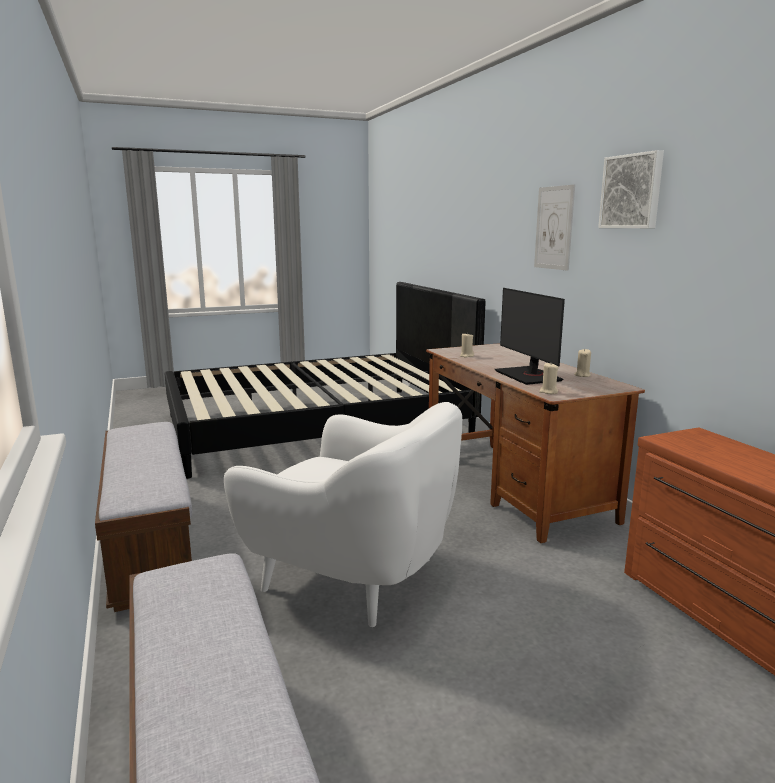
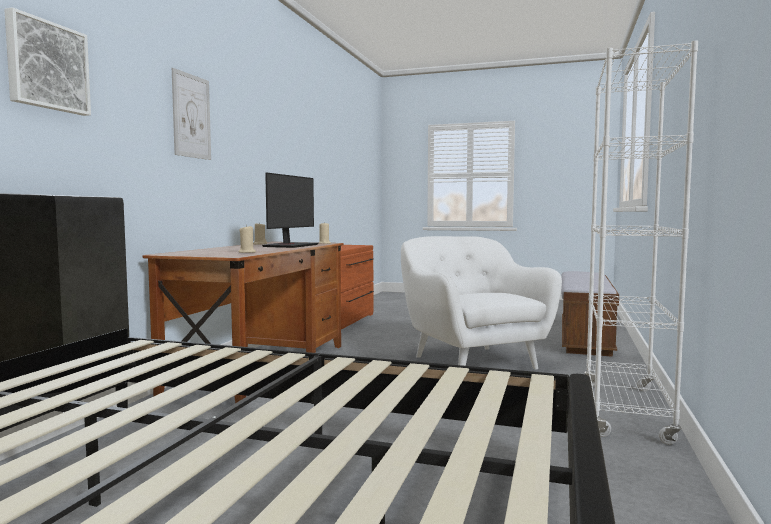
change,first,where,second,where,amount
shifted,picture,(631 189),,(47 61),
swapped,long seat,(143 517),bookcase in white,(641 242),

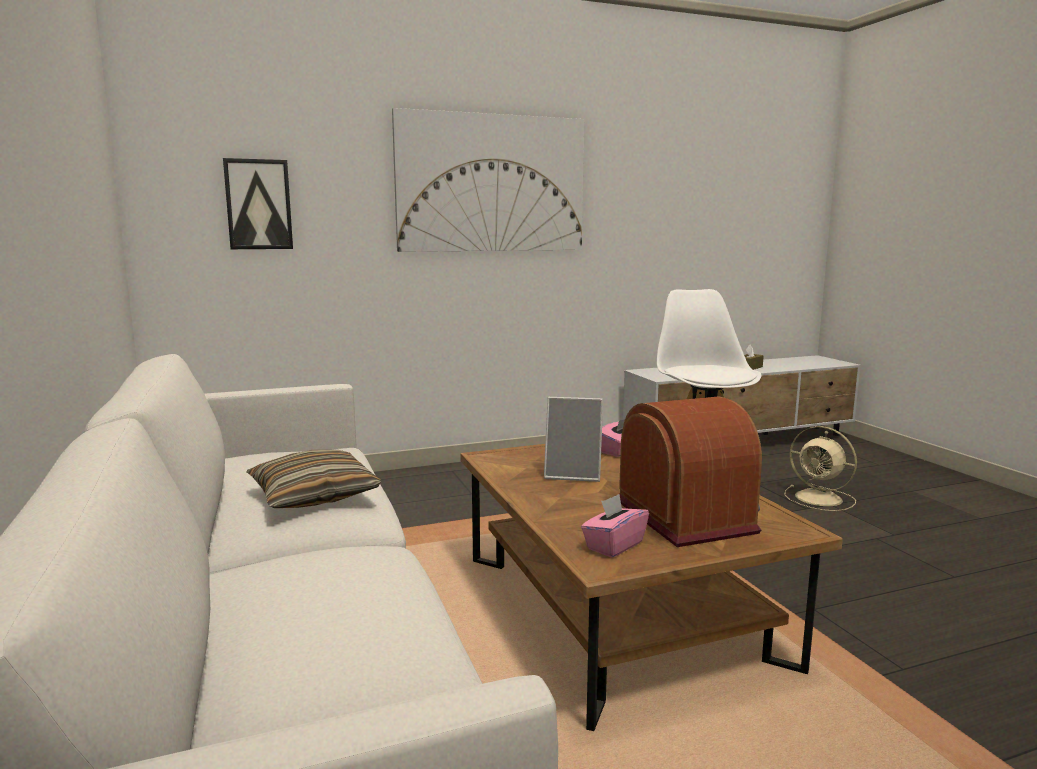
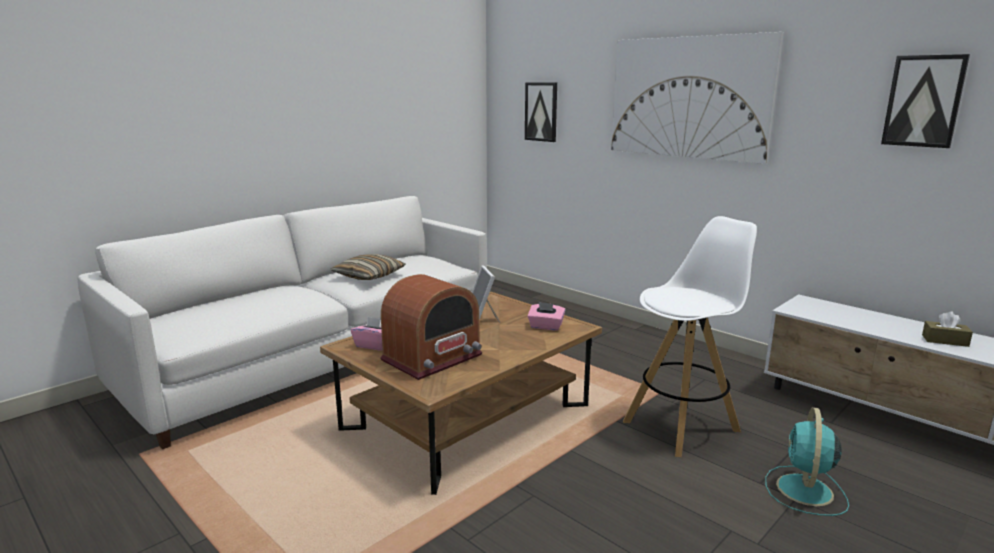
change,first,where,second,where,amount
new,,,picture,(925 101),
repainted,fan in beige-coloured,(821 468),fan in turquoise,(807 461),

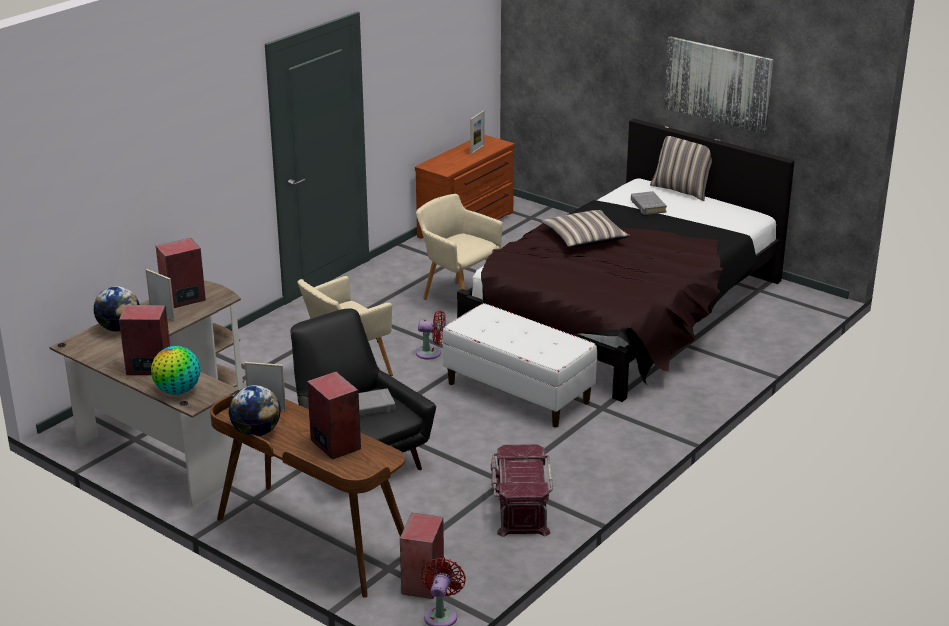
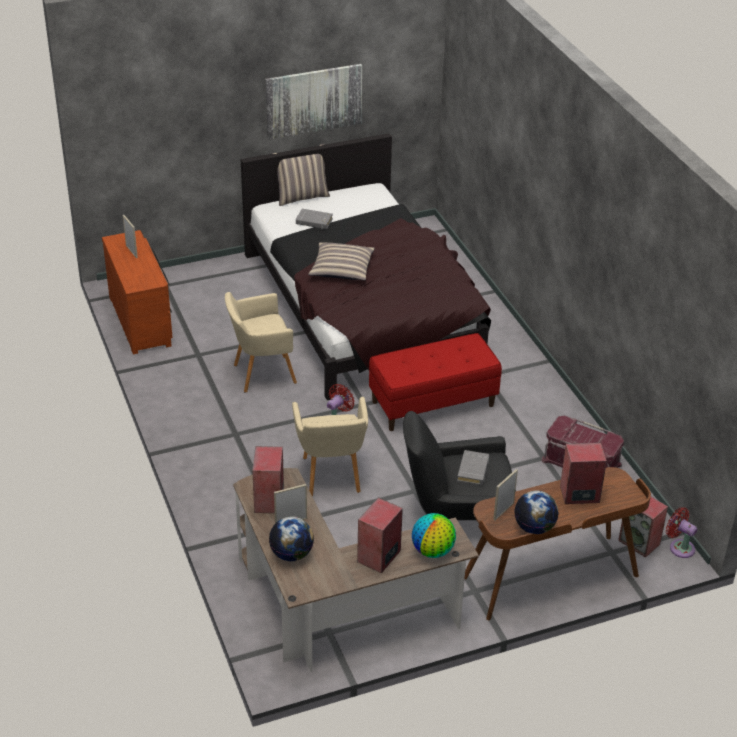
change,first,where,second,where,amount
repainted,long seat in white,(519 365),long seat in red,(435 382),

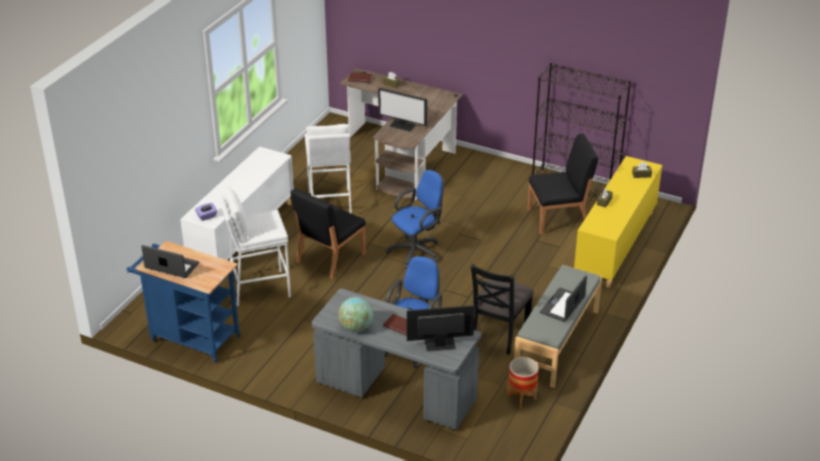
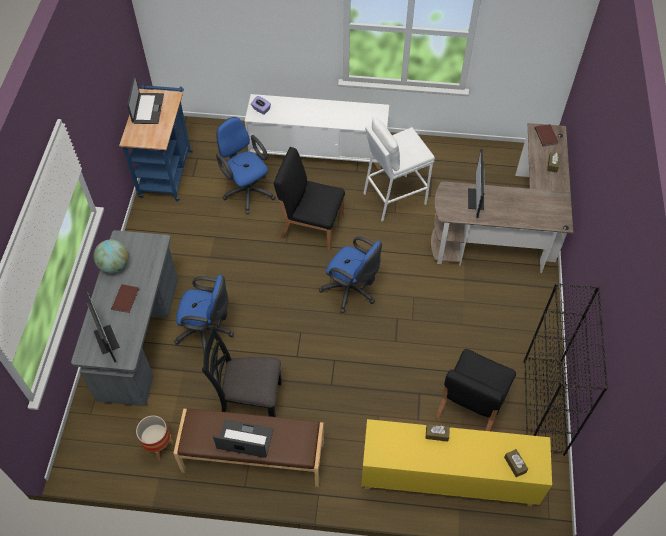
change,first,where,second,where,amount
swapped,stool seat in white,(254 246),computer chair in blue,(245 165),
repainted,long seat in greyish,(558 326),long seat in brown-coloured,(248 448),
rotated,plain chair in blackish,(563 184),,(476 390),60 degrees clockwise

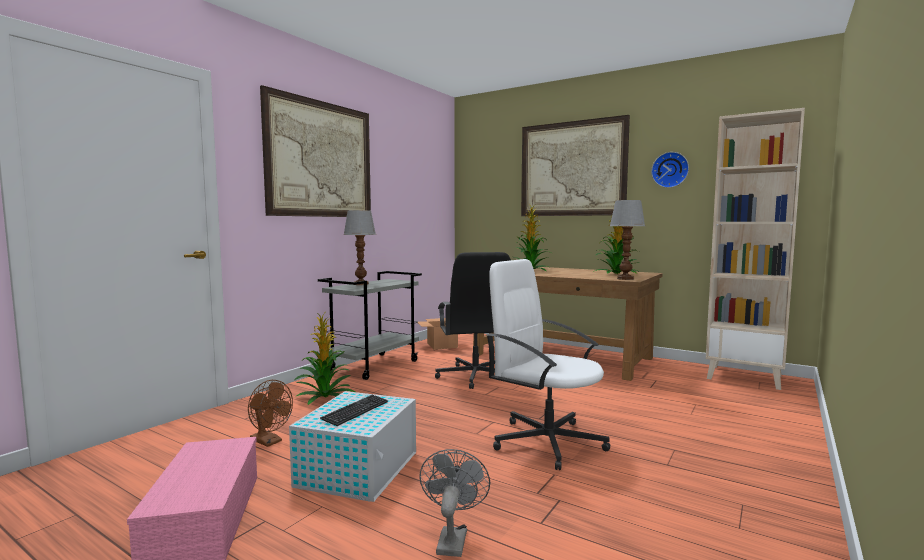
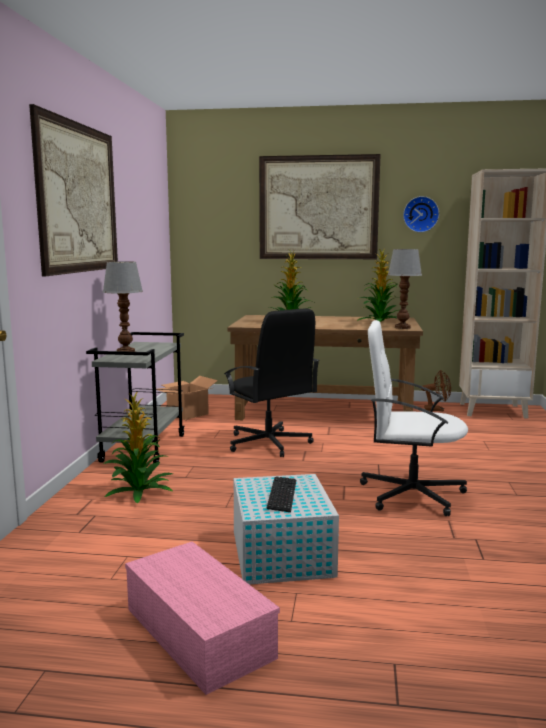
change,first,where,second,where,amount
gone,fan in greyish,(454 503),,,
shifted,fan in brown-coloured,(270 413),,(436 390),

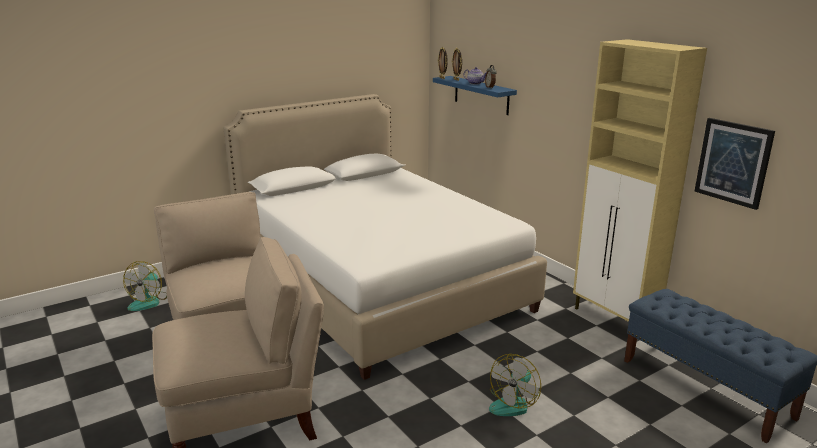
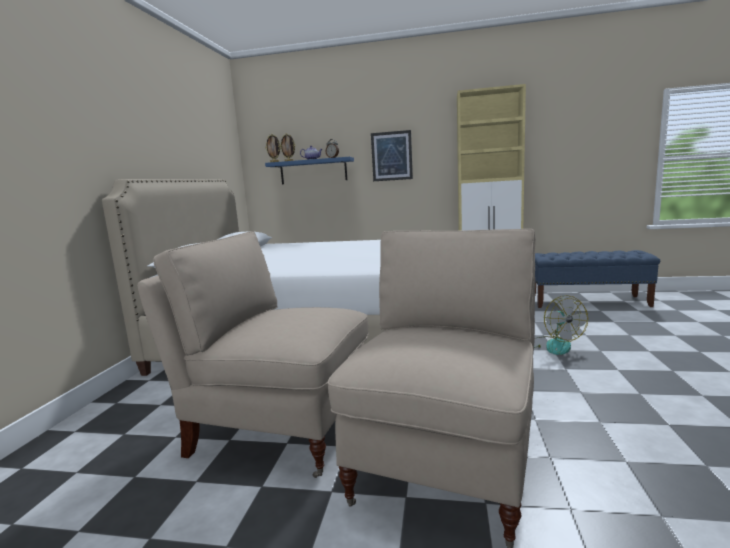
change,first,where,second,where,amount
gone,fan,(145 286),,,
shifted,picture,(735 164),,(392 155),

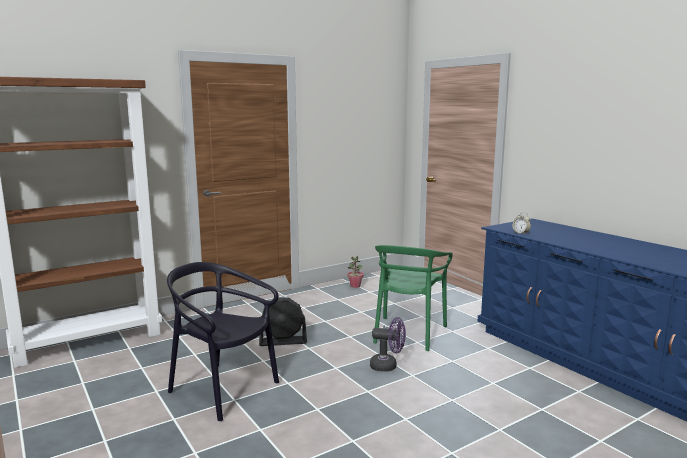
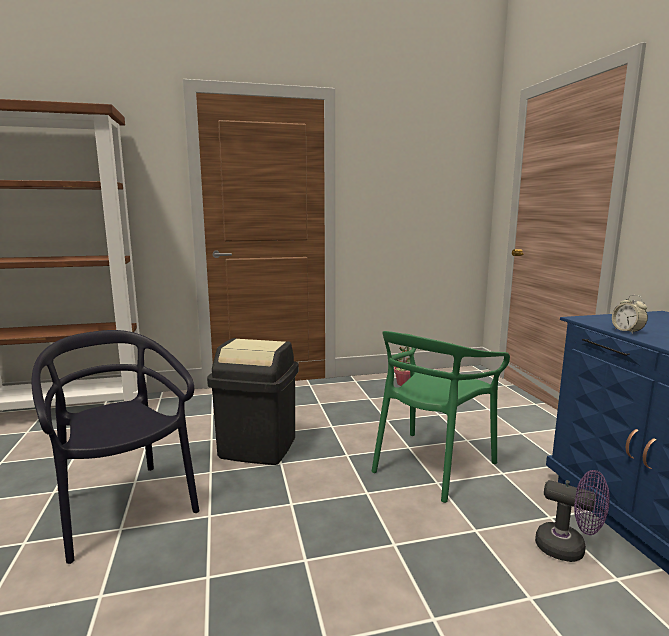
change,first,where,second,where,amount
shifted,fan in purplish,(388 344),,(572 516),
swapped,fan in blackish,(283 321),trash can in blackish,(253 401),

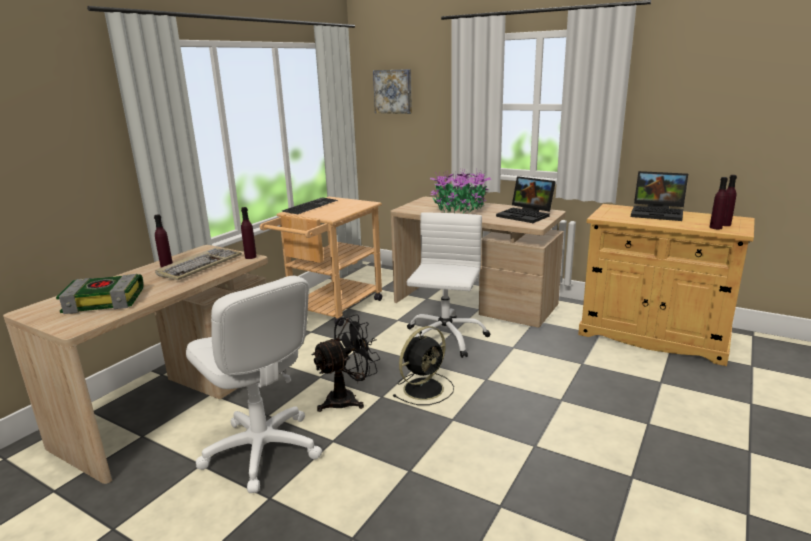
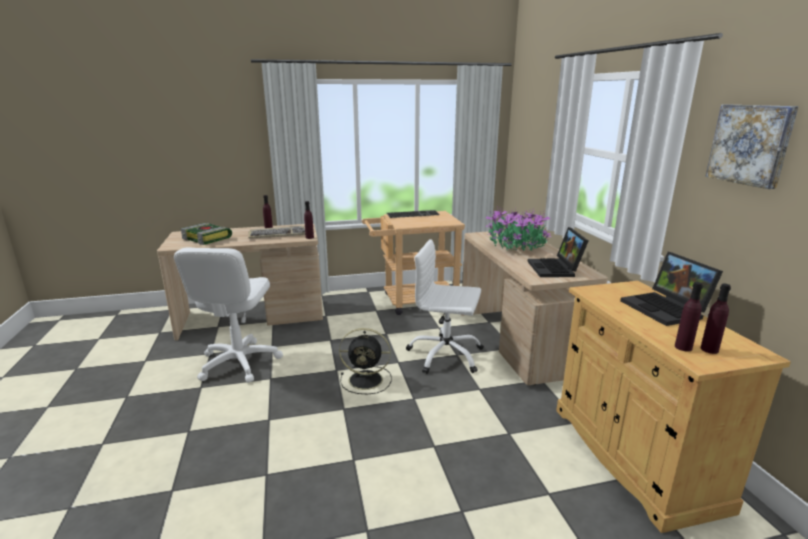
change,first,where,second,where,amount
gone,fan in blackish,(346 363),,,
shifted,picture,(392 91),,(752 146),
rotated,computer chair in white,(448 285),,(445 306),135 degrees counterclockwise

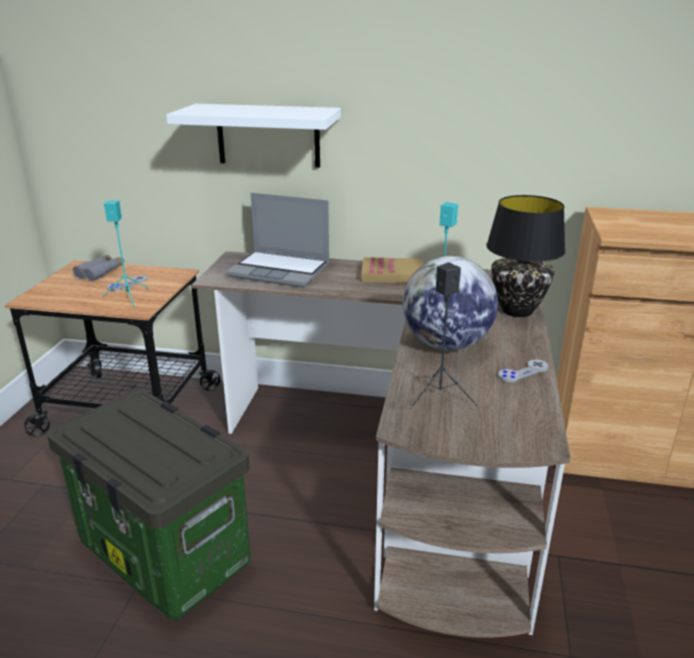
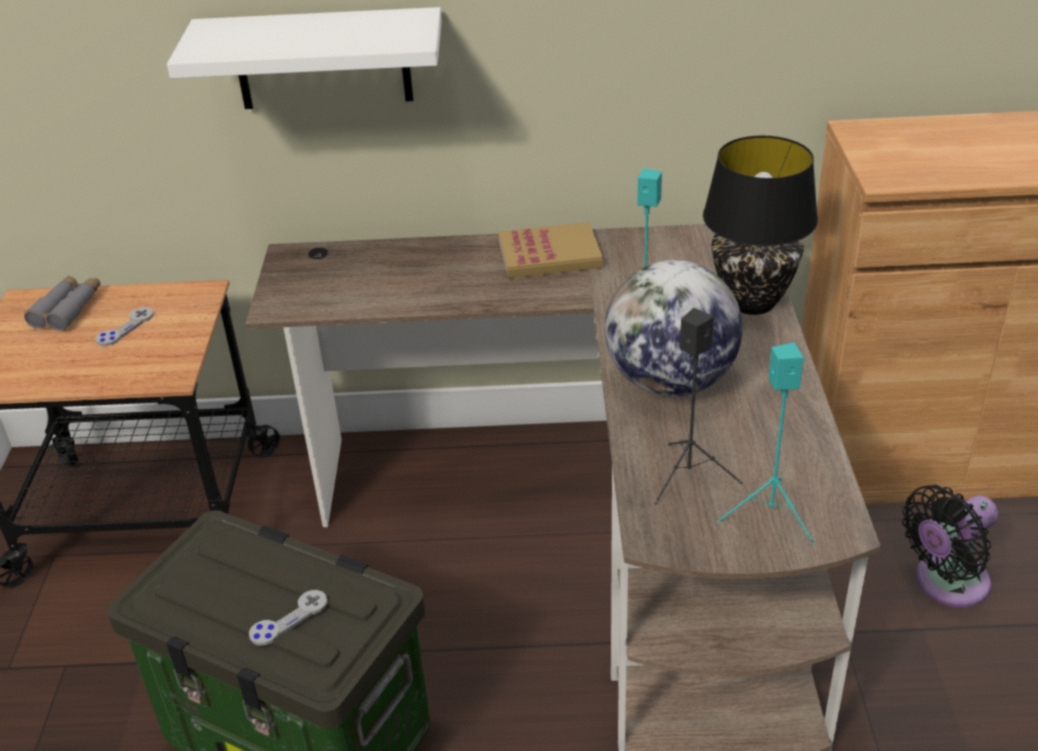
change,first,where,second,where,amount
gone,portable computer,(278 240),,,
new,,,fan in blackish,(950 546),
shifted,speaker in turquoise,(125 254),,(765 443),
shifted,joypad in greyish,(523 370),,(288 618),

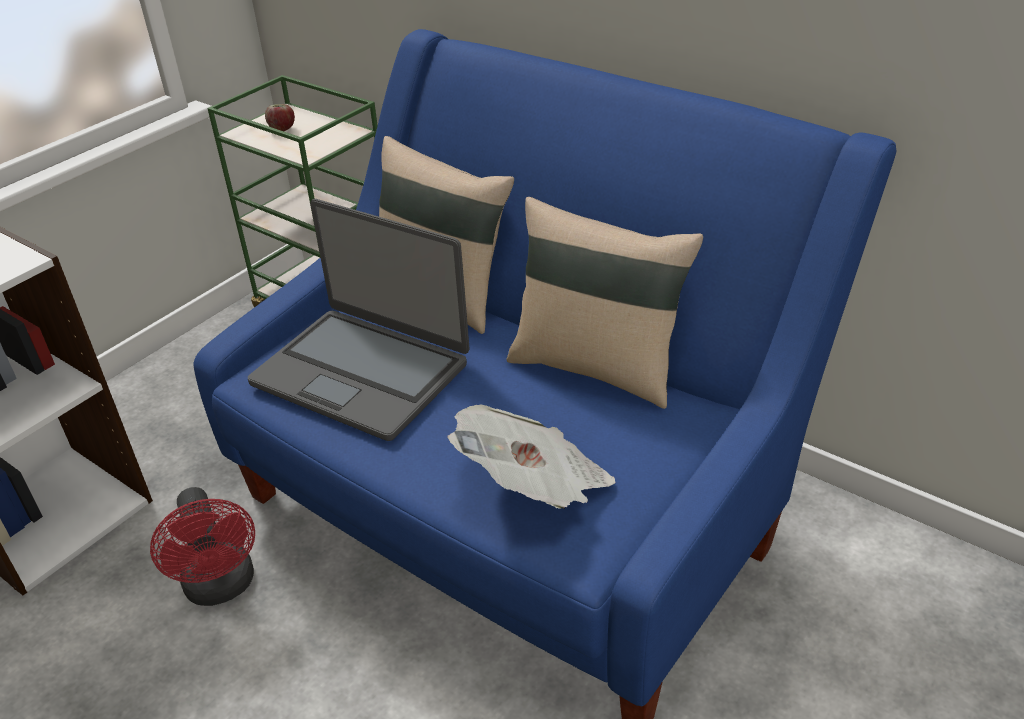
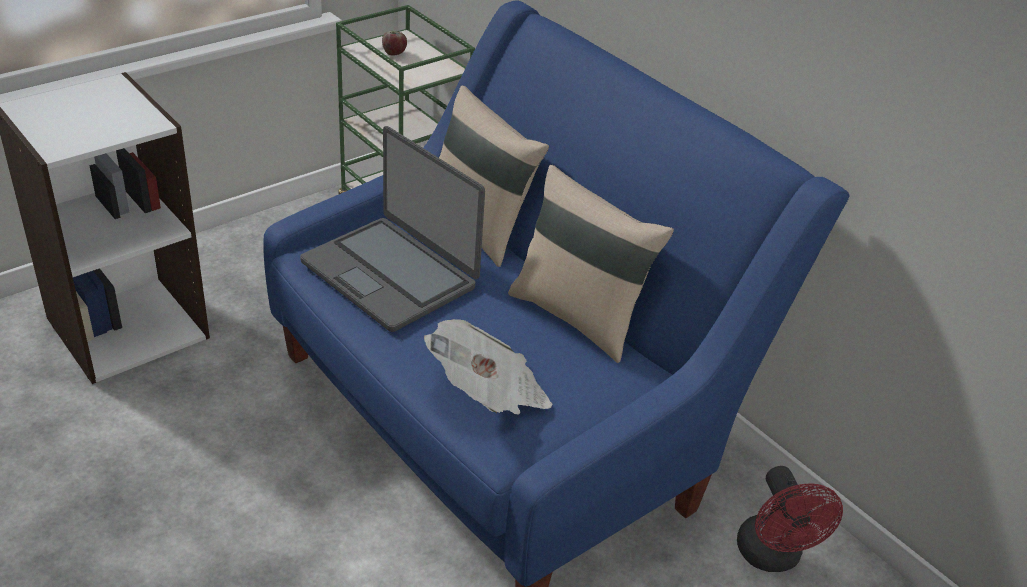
change,first,where,second,where,amount
shifted,fan in red,(202 546),,(790 519),

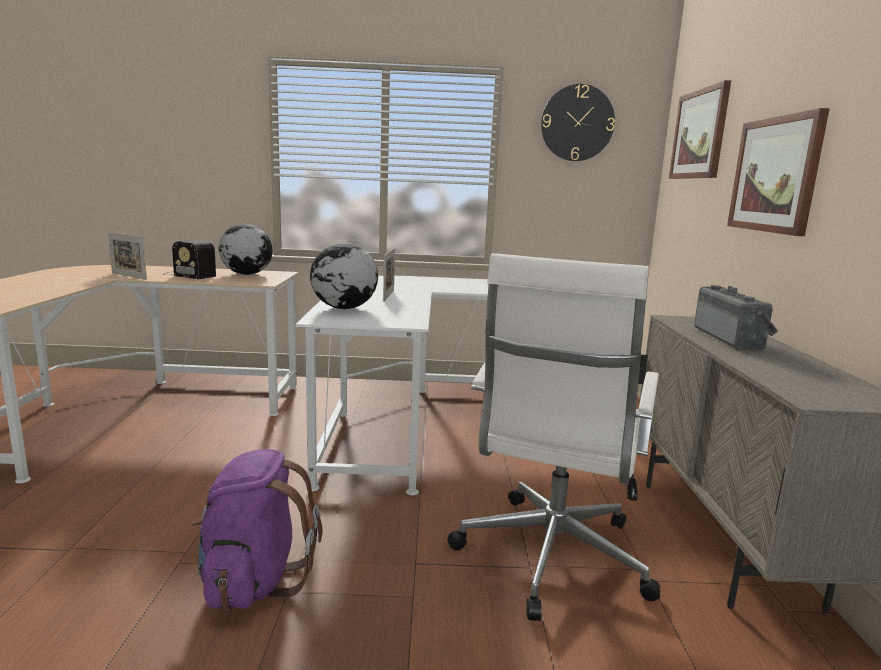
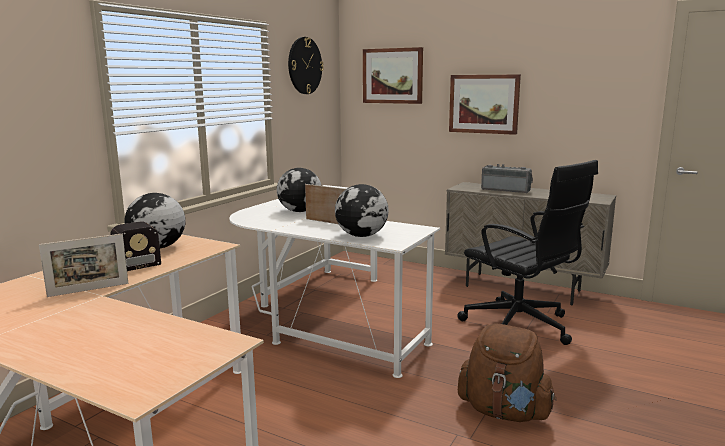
change,first,where,second,where,amount
new,,,desk globe,(299 190),
repainted,backpack in purplish,(257 529),backpack in brown-coloured,(507 372),
repainted,computer chair in white,(553 437),computer chair in blackish,(527 252),

